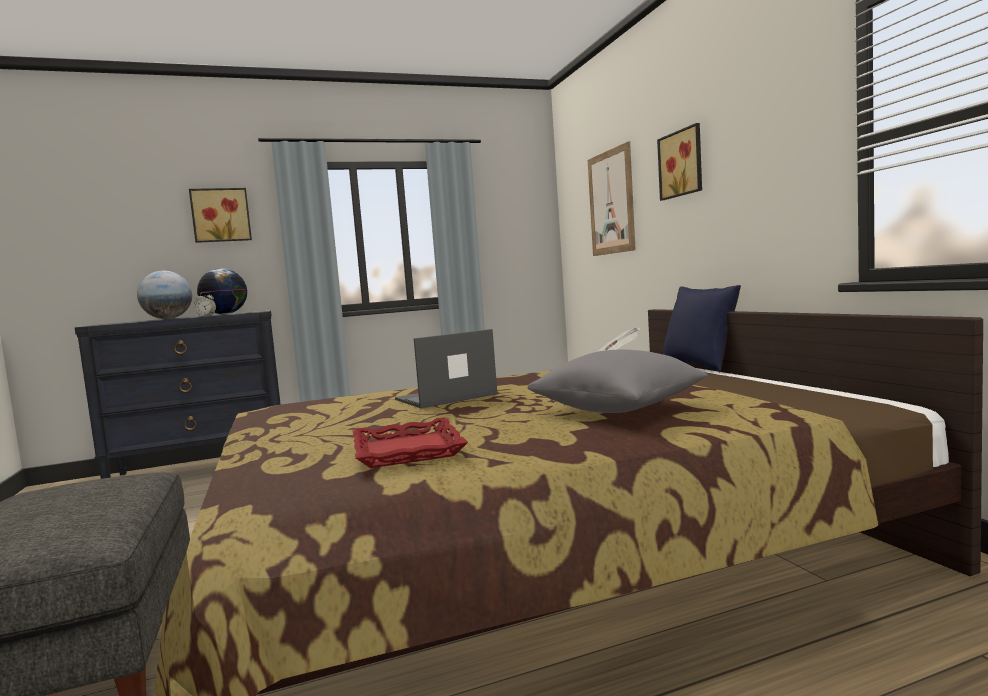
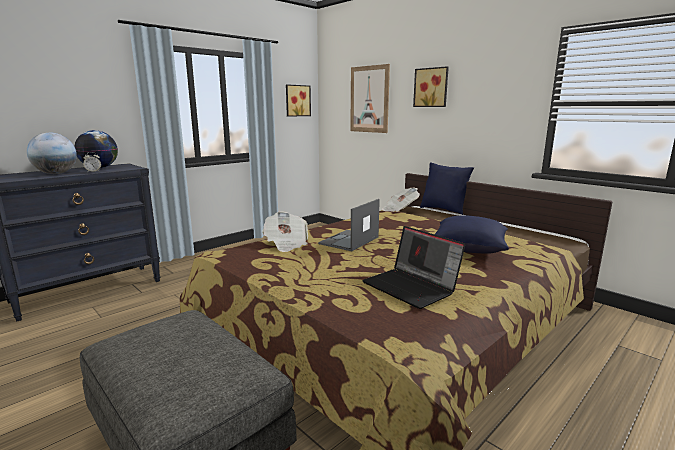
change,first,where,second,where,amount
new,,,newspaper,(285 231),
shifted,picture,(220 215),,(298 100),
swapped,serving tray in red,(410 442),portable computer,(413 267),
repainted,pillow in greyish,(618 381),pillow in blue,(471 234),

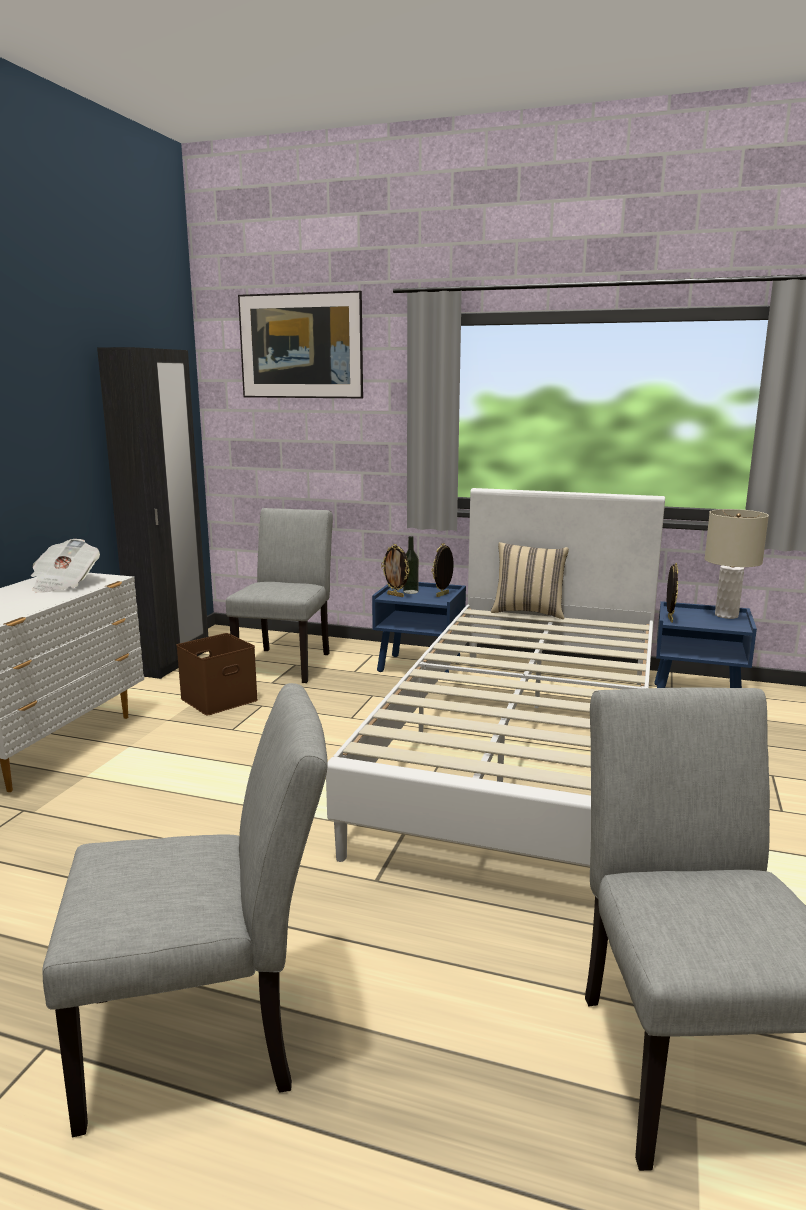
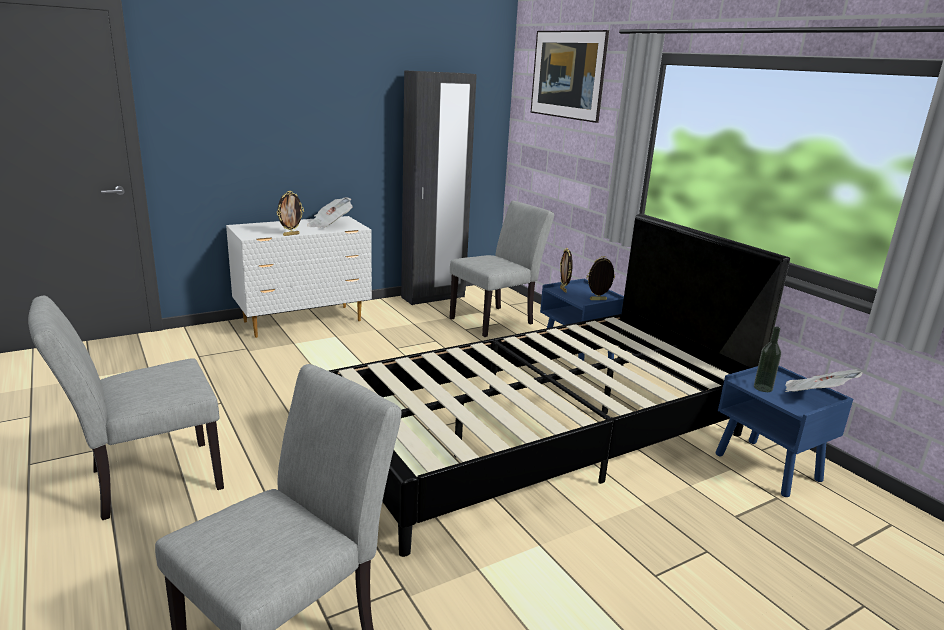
change,first,where,second,where,amount
gone,storage container in brown-coloured,(217 674),,,
gone,pillow in beige-coloured,(530 580),,,
shifted,bottle,(411 565),,(767 359),
shifted,standing frame,(672 592),,(290 213),
swapped,table lamp in beige-coloured,(736 564),newspaper,(824 380),
repainted,bedroom bed in white,(495 677),bedroom bed in blackish,(559 385),
rotated,plain chair in greyish,(185 910),,(126 408),120 degrees clockwise

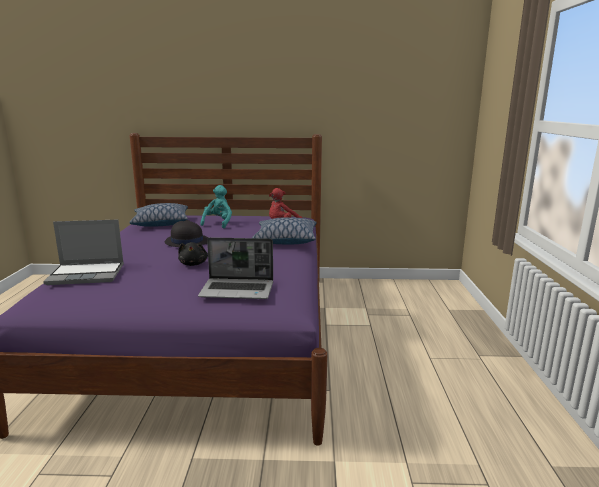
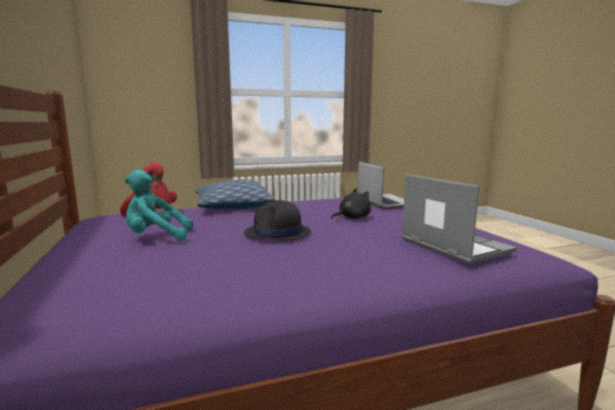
change,first,where,second,where,amount
gone,pillow,(158 215),,,

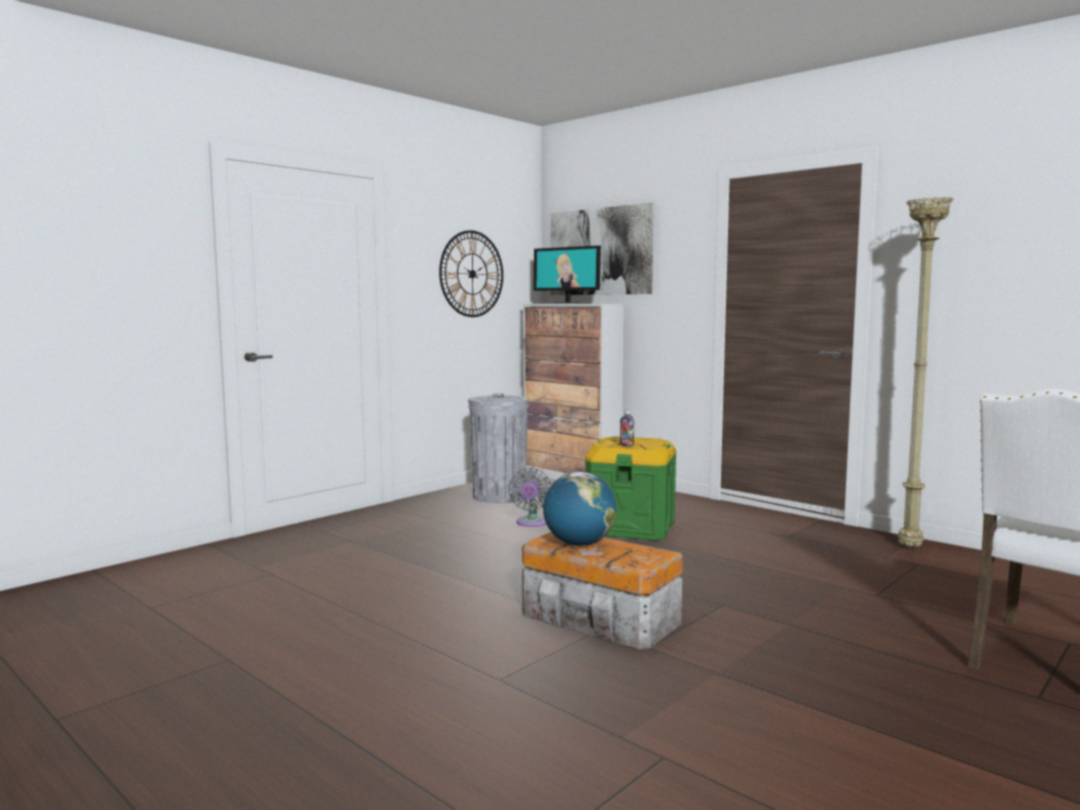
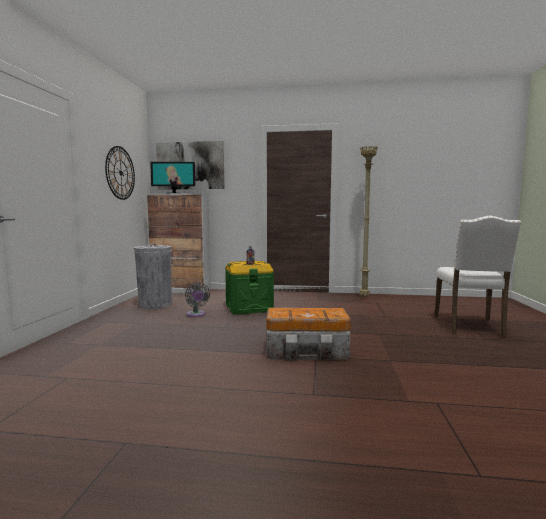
change,first,where,second,where,amount
gone,desk globe,(579 509),,,

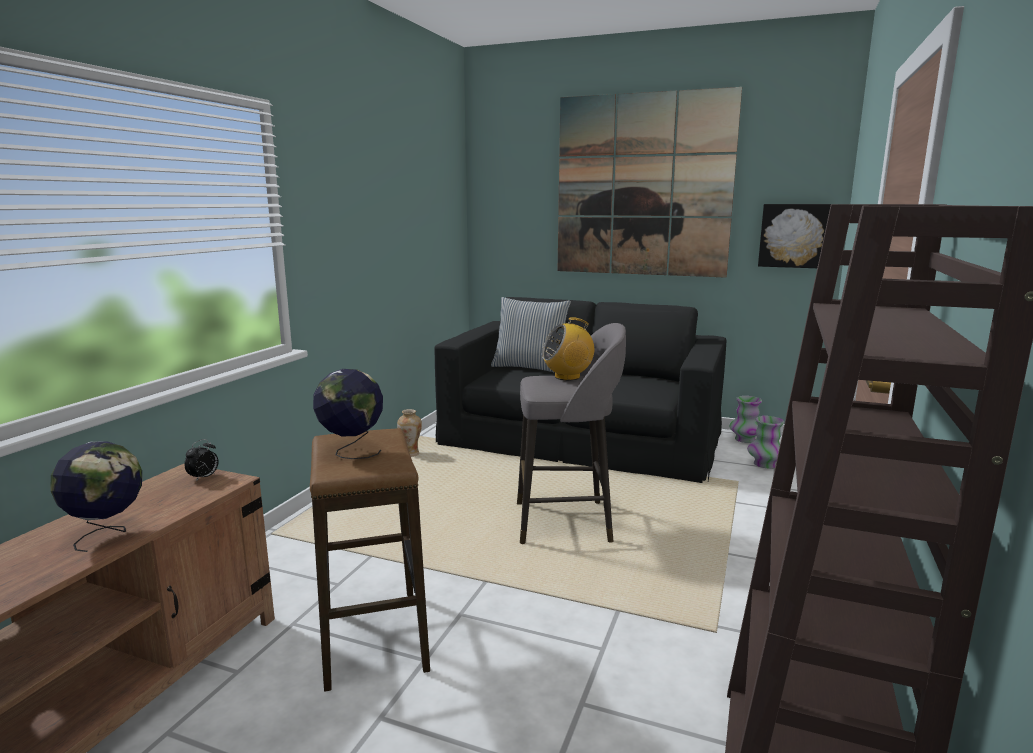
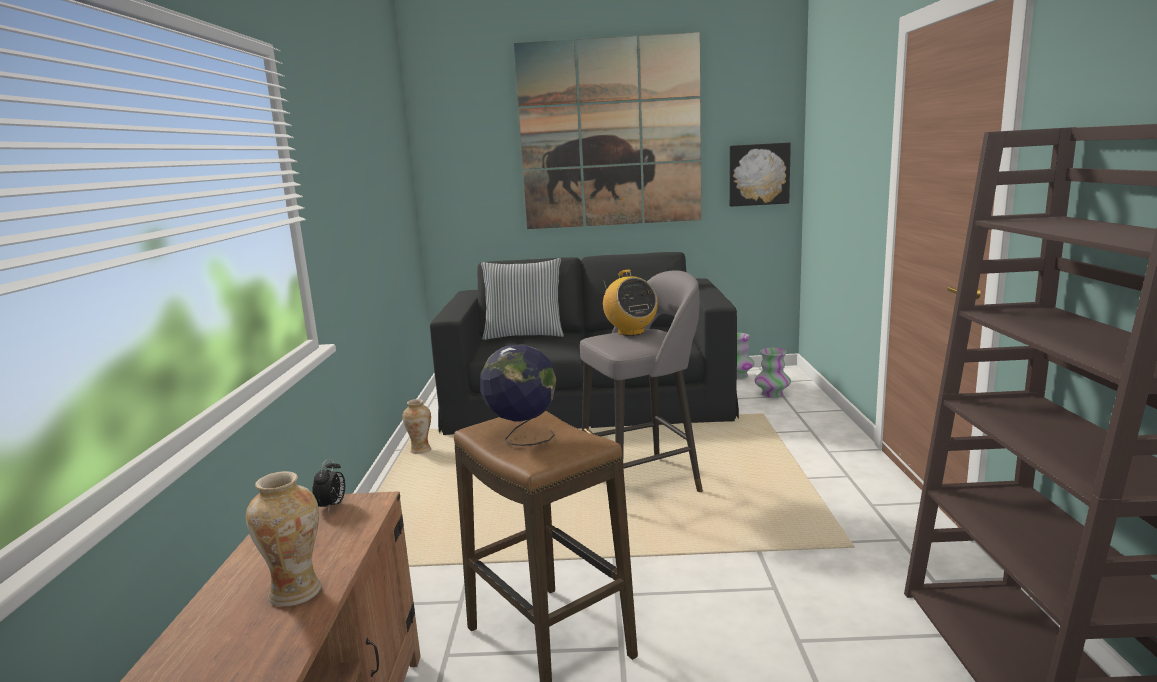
change,first,where,second,where,amount
swapped,desk globe,(96 496),vase,(283 538),
rotated,radio,(568 348),,(630 303),75 degrees counterclockwise

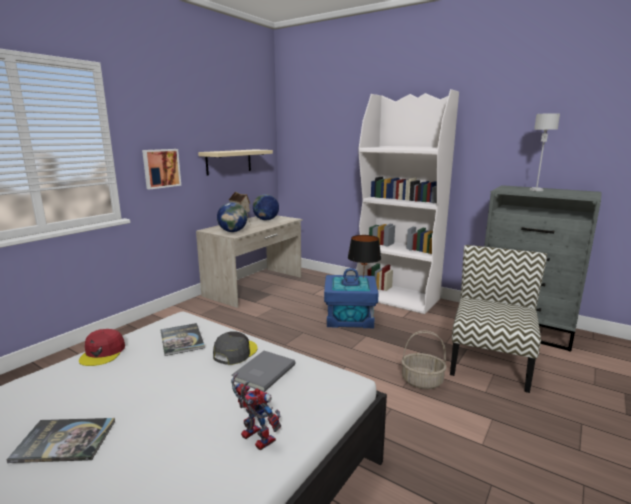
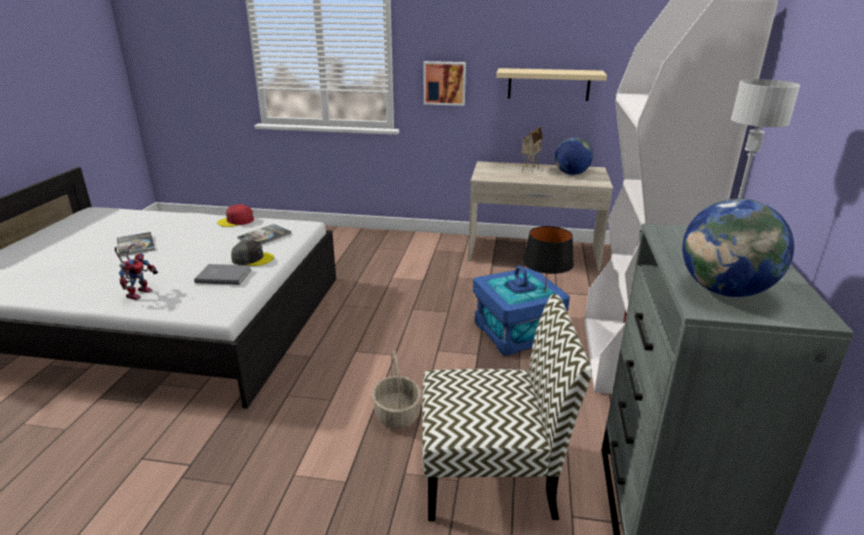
change,first,where,second,where,amount
shifted,desk globe,(232 217),,(738 247),

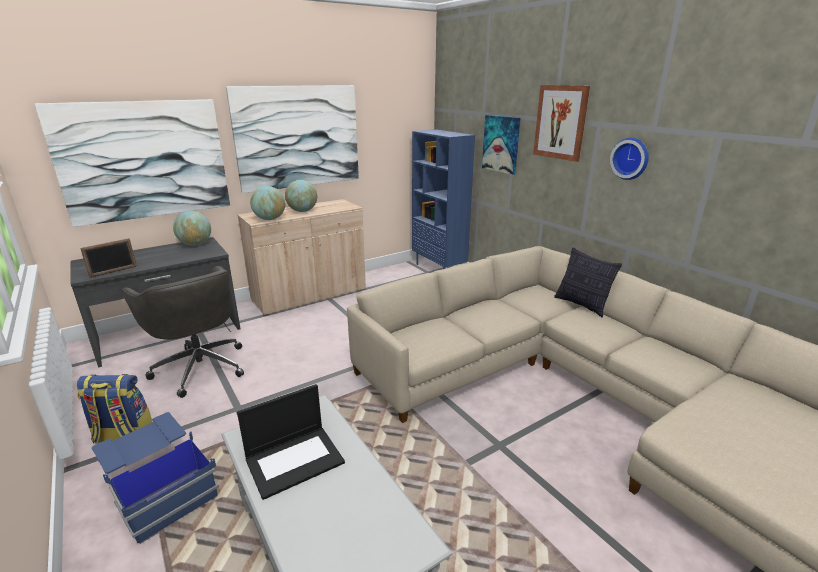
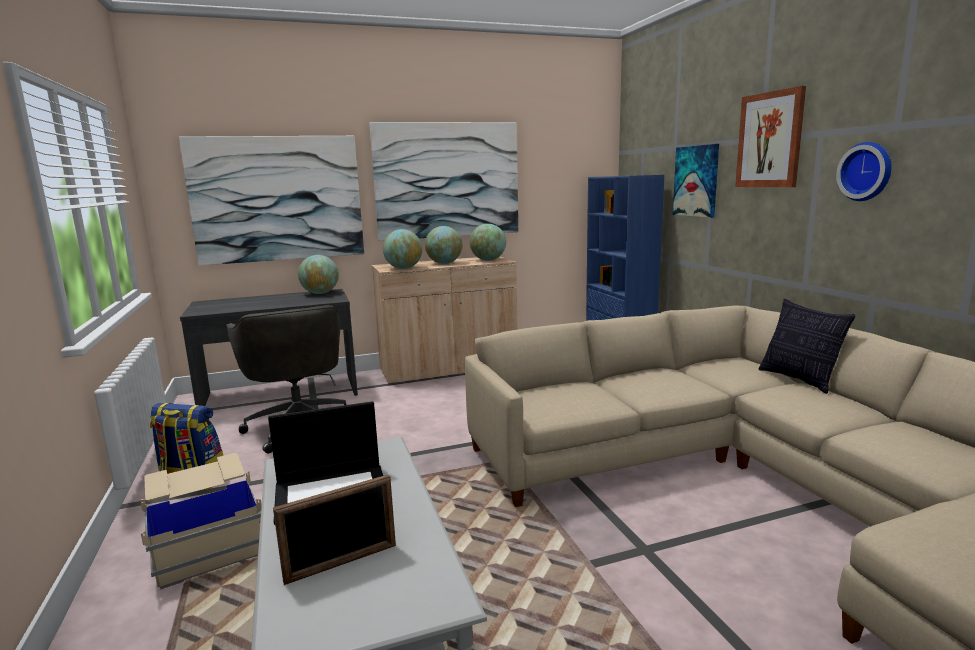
change,first,where,second,where,amount
new,,,desk globe,(488 242),
shifted,standing frame,(108 258),,(334 529),
repainted,storage container in blue,(155 478),storage container in beige-coloured,(201 521),

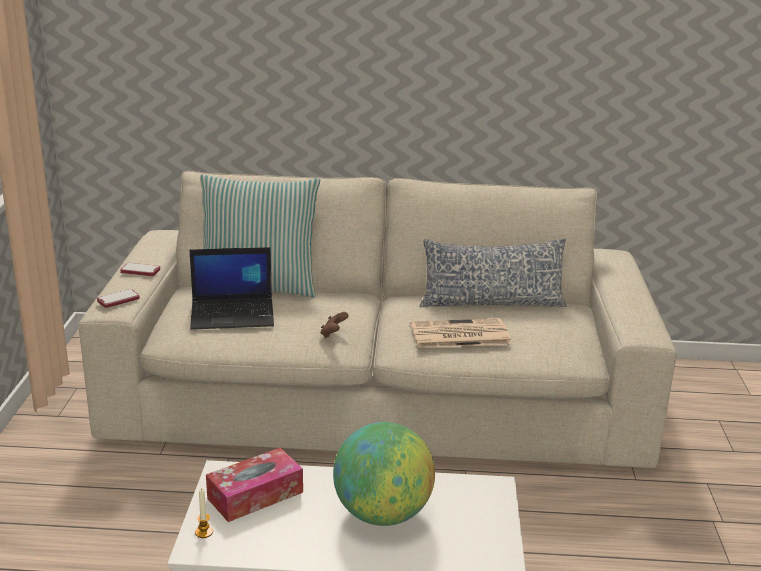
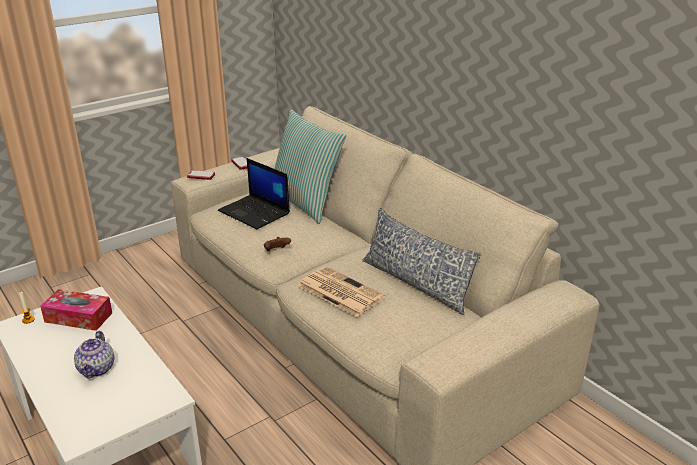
change,first,where,second,where,amount
swapped,desk globe,(384 474),teapot,(94 355),

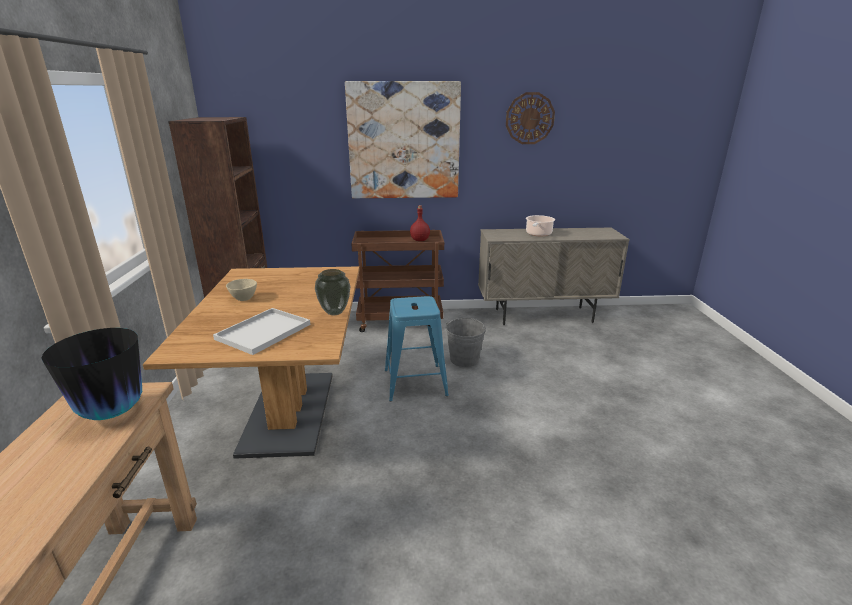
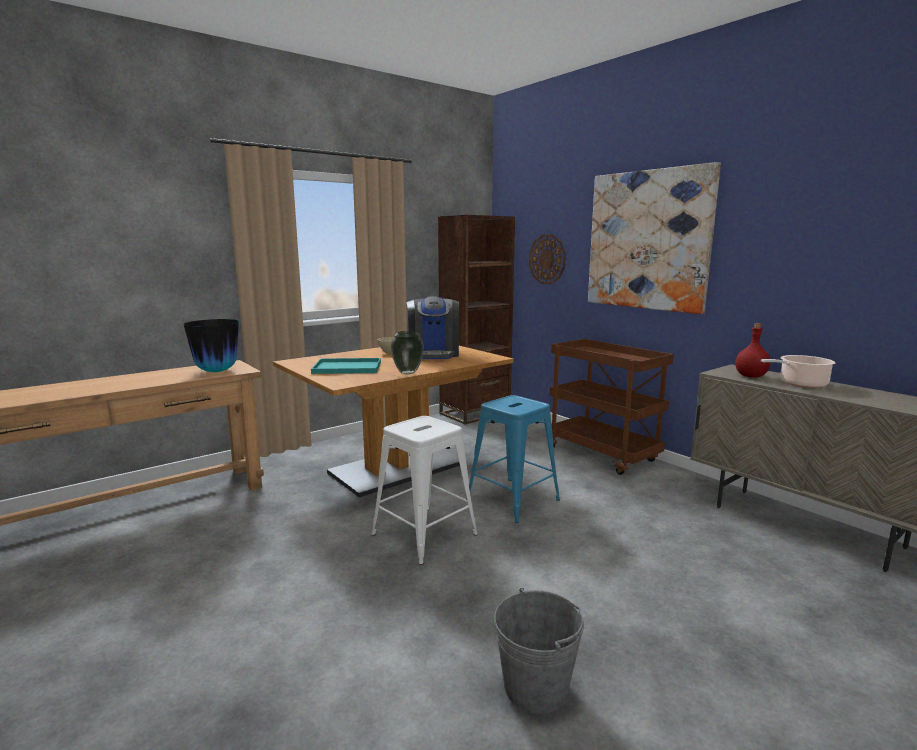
change,first,where,second,where,amount
new,,,stool seat in white,(424 490),
new,,,coffee brewer,(433 327),
shifted,bottle in red,(420 223),,(753 350),
shifted,pail in greyish,(466 342),,(539 651),
shifted,clock on the wall,(530 118),,(547 259),
repainted,serving tray in white,(261 331),serving tray in turquoise,(346 366),

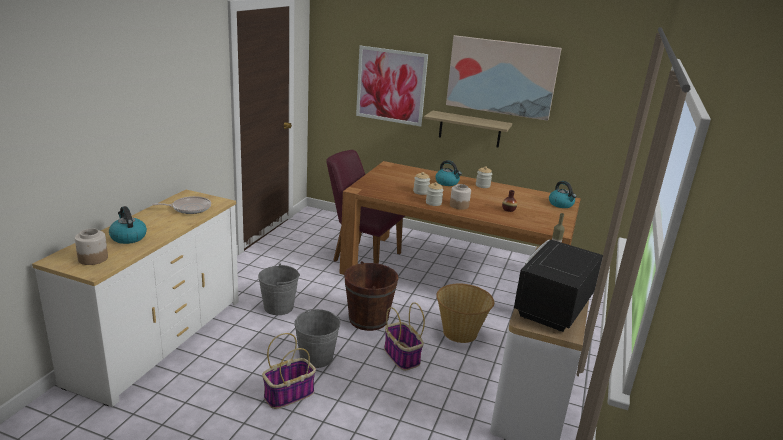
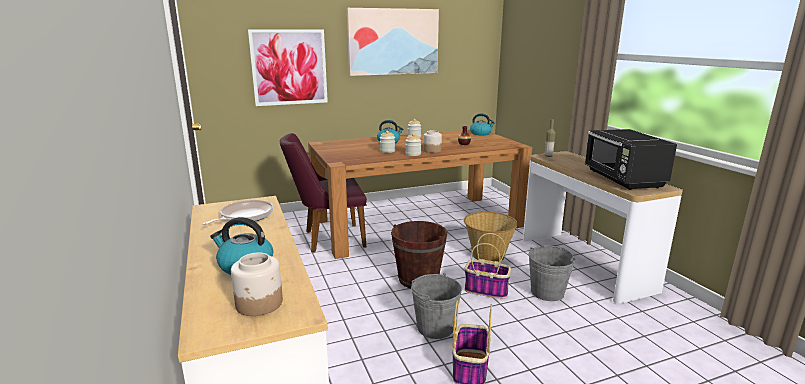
change,first,where,second,where,amount
gone,wall shelf,(468 129),,,
shifted,pail in greyish,(279 289),,(552 273),

